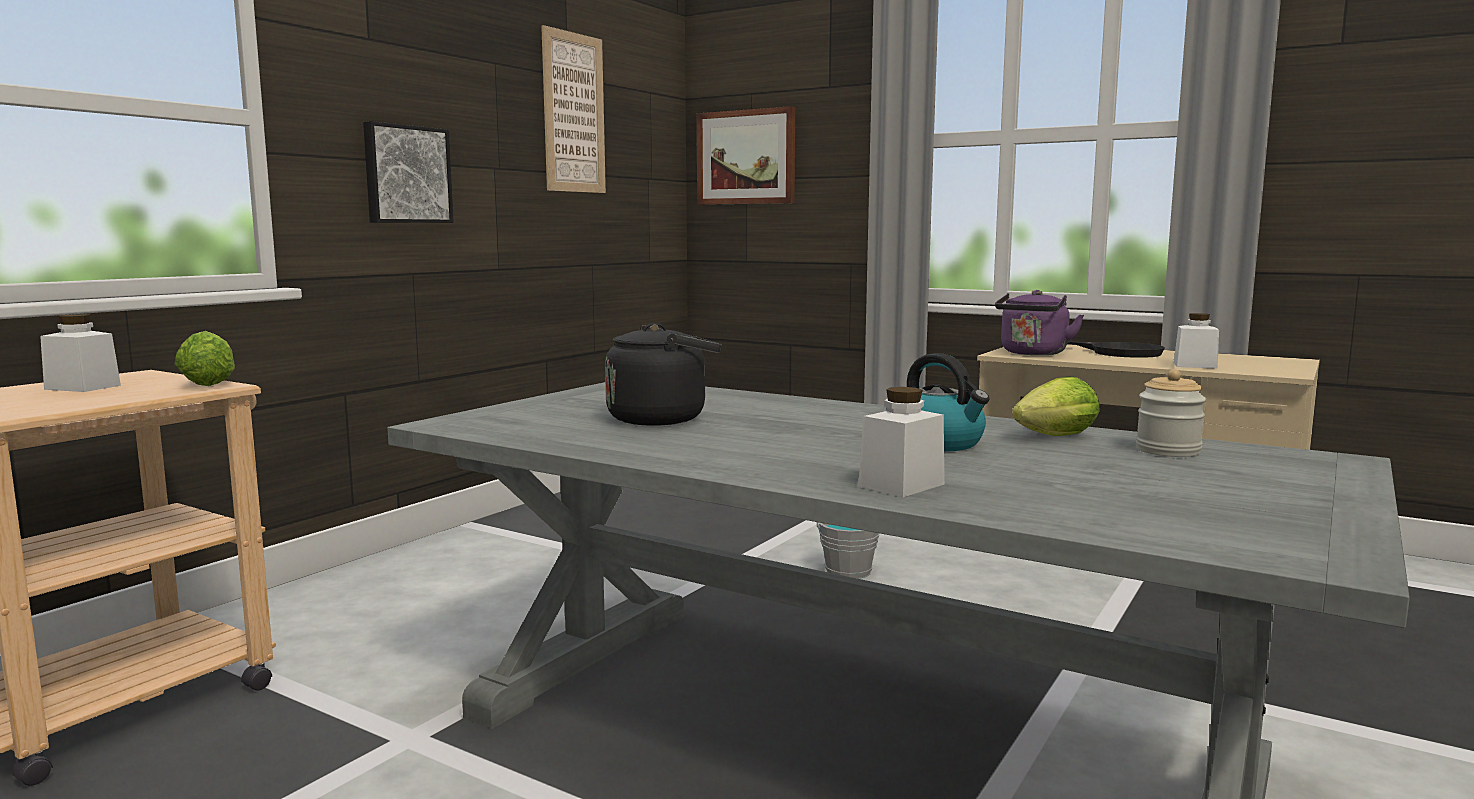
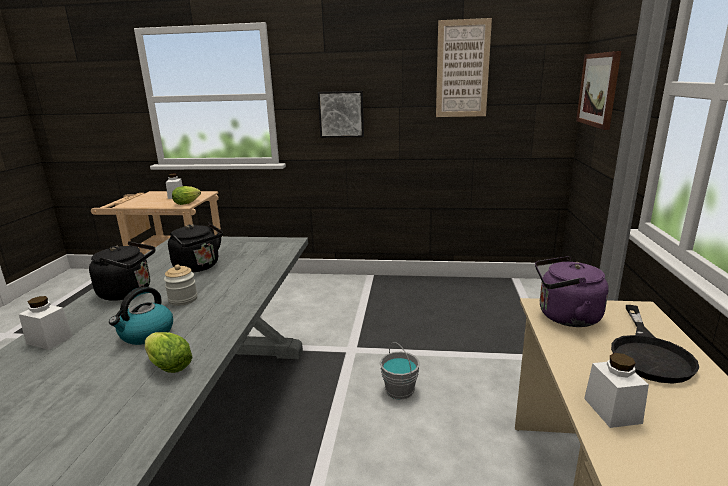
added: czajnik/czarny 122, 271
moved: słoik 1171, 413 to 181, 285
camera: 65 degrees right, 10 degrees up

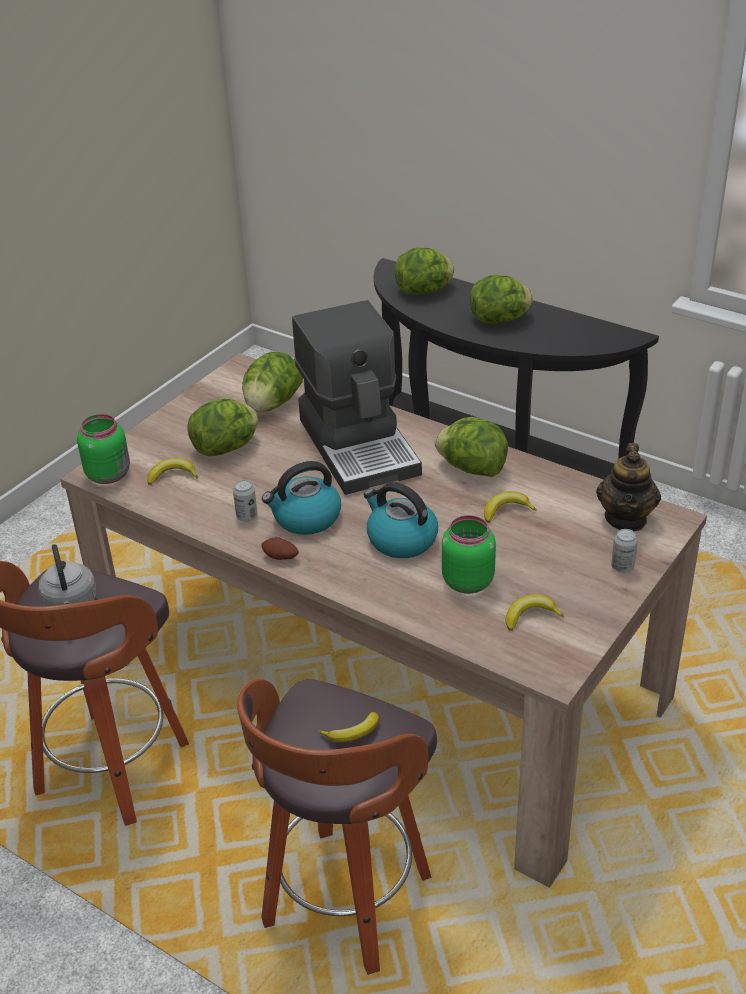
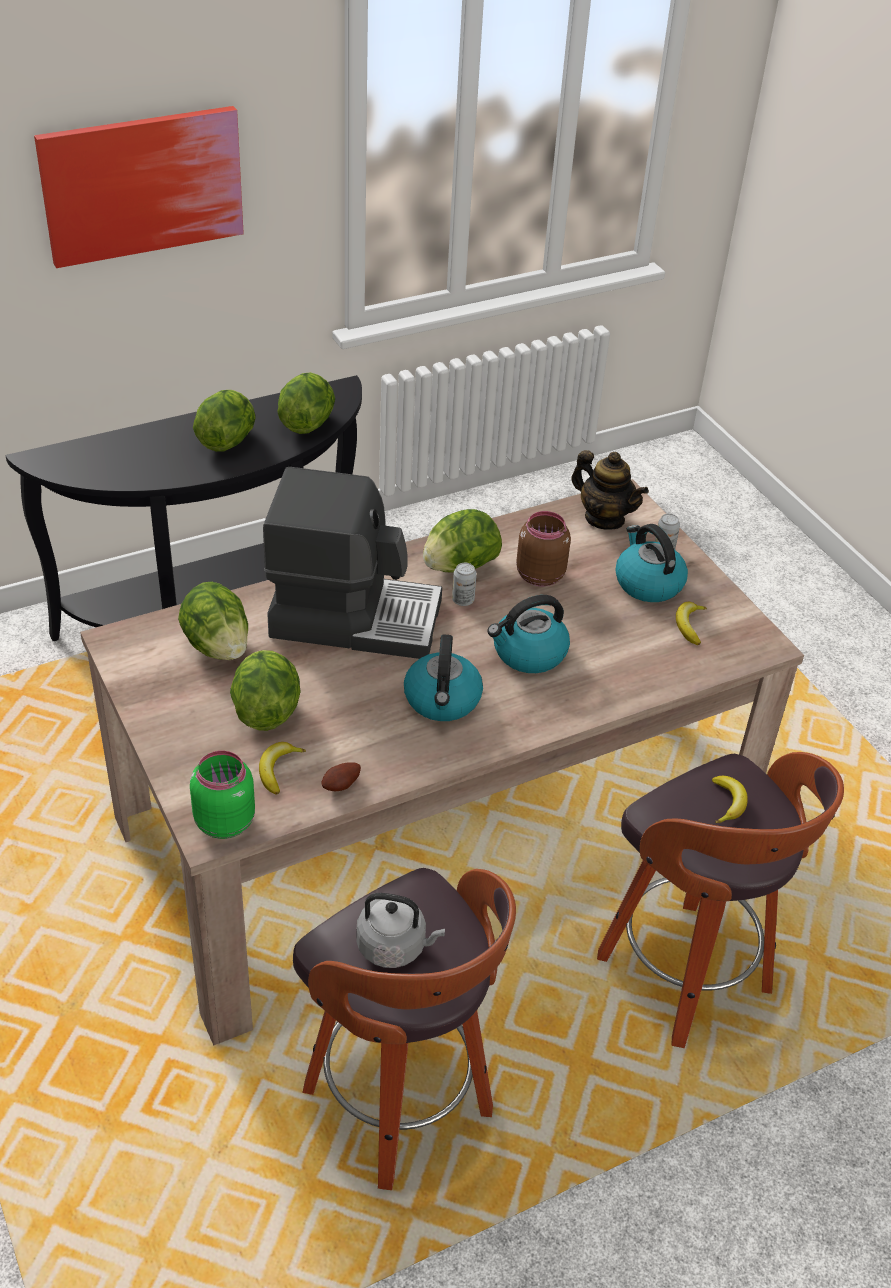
removed: słoik/zielony 469, 554
added: obraz 139, 187; czajnik 651, 563
moved: sałata 424, 270 to 306, 403; puszka 245, 501 to 464, 584; ziemniak 280, 548 to 341, 776
replaced: banan 510, 507 to słoik/brązowy 543, 548
camera: 65 degrees left, 5 degrees up

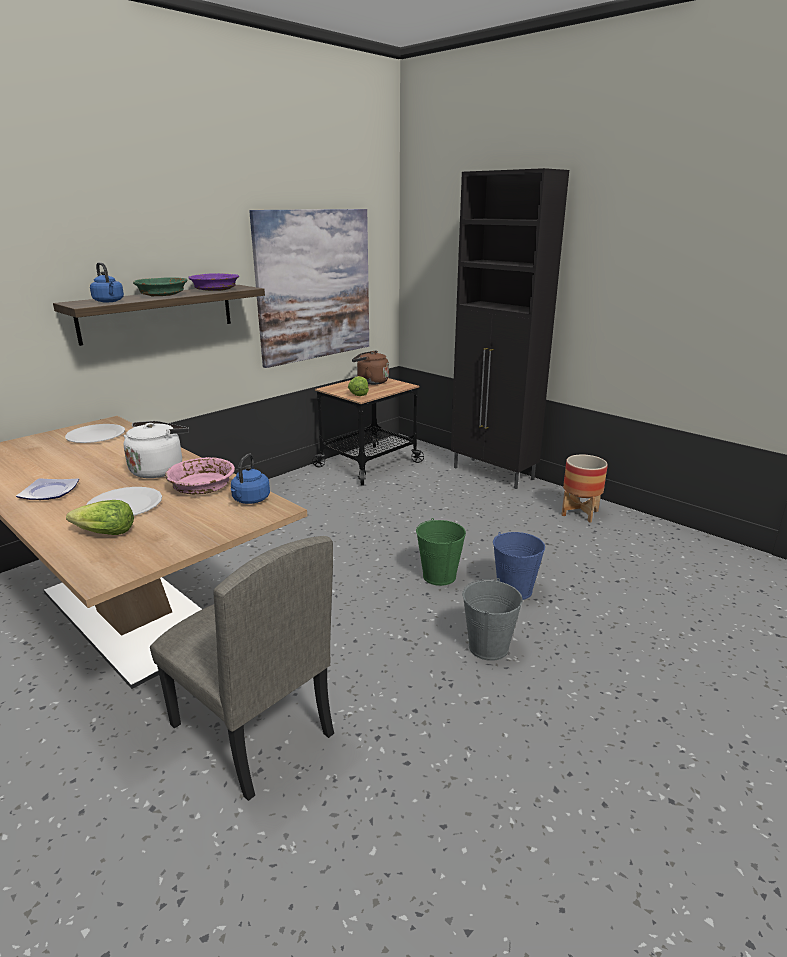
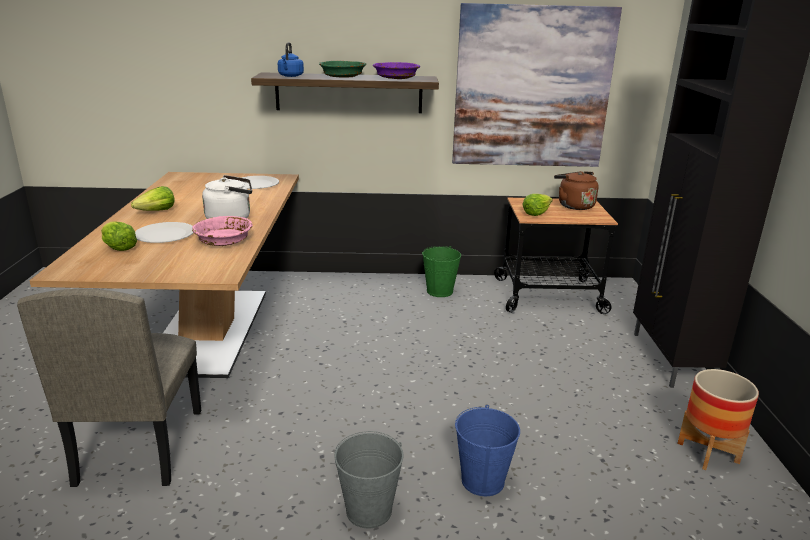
removed: czajnik/niebieski 250, 479
moved: wiadro/zielony 441, 552 to 441, 271
replaced: talerz 47, 489 to sałata 153, 198
camera: 45 degrees right, 0 degrees up

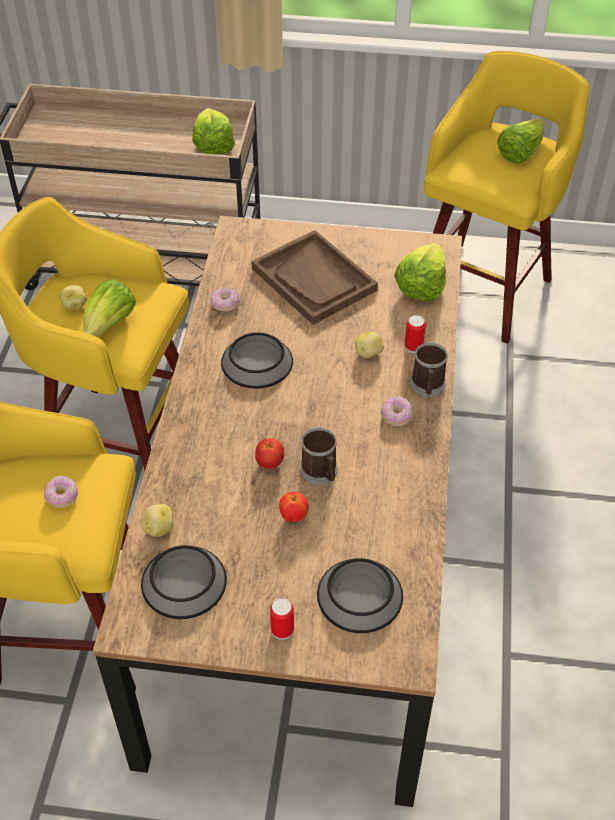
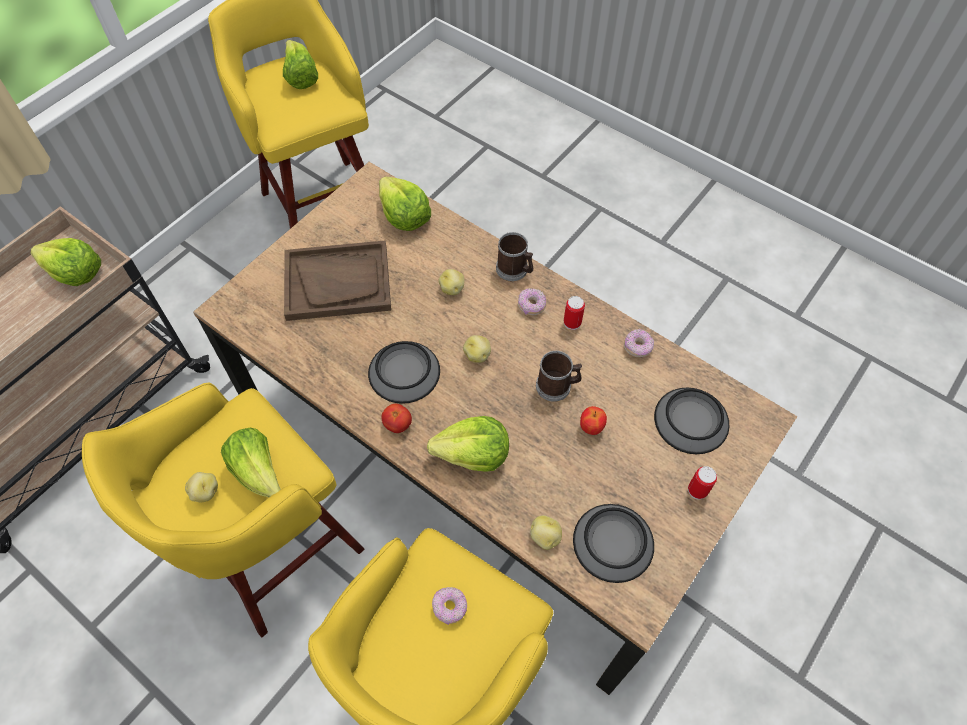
added: ziemniak 477, 349; sałata 468, 444
moved: donut 225, 300 to 639, 343; puszka 415, 334 to 574, 313; pomidor 269, 453 to 396, 418
camera: 60 degrees left, 10 degrees up

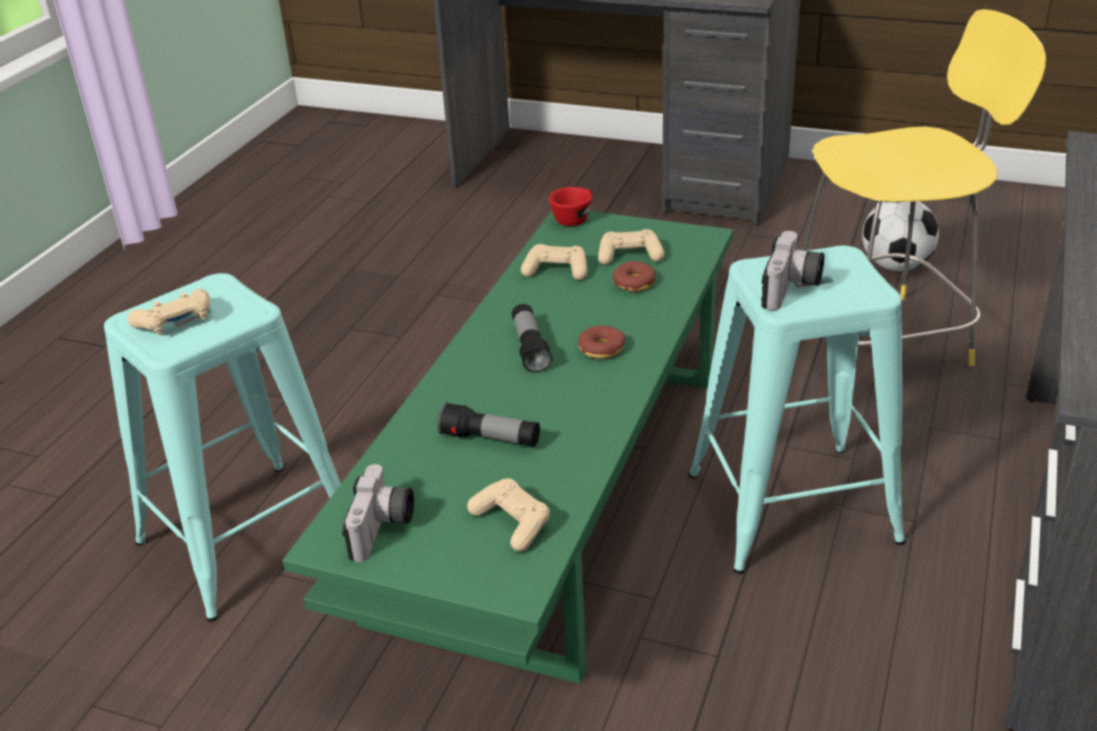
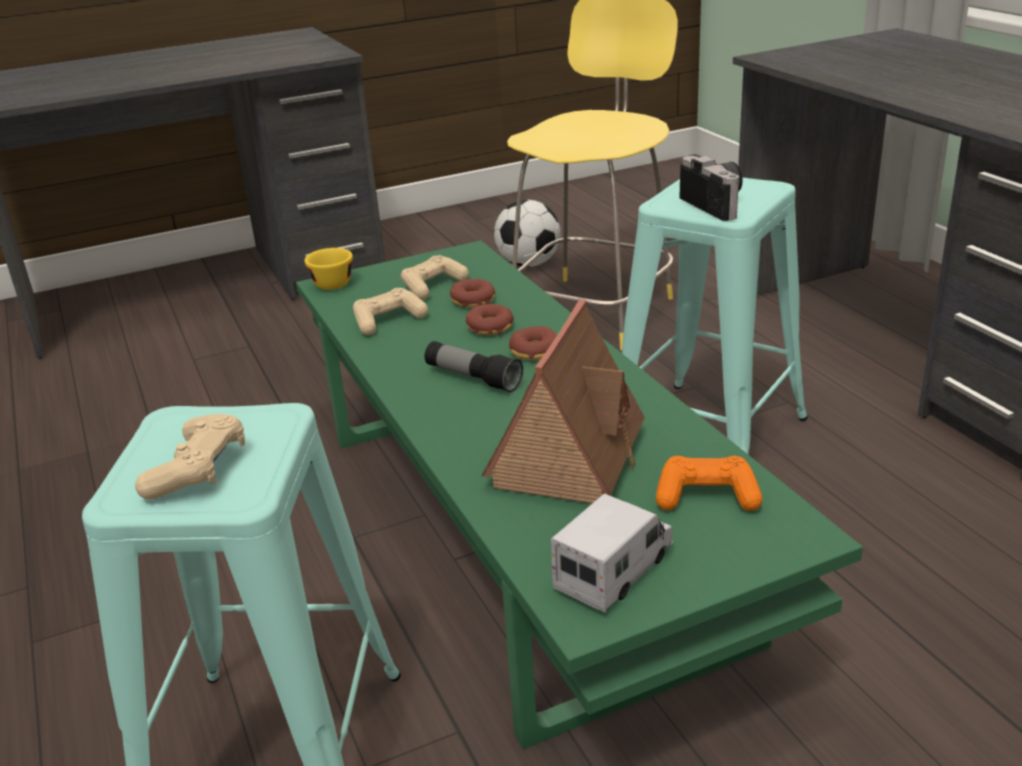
added: donut 490, 319
replaced: latarka 488, 424 to domek 563, 402; aparat fotograficzny 378, 513 to ciężarówka zabawkowa 612, 553
recoloured: filiżanka/czerwony 570, 206 to filiżanka/żółty 328, 269; pad do gier/beżowy 508, 514 to pad do gier/pomarańczowy 709, 483
camera: 45 degrees left, 5 degrees down

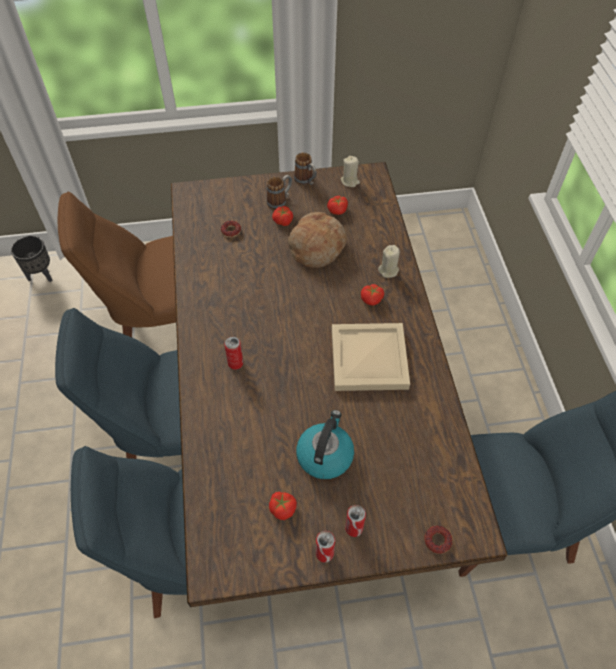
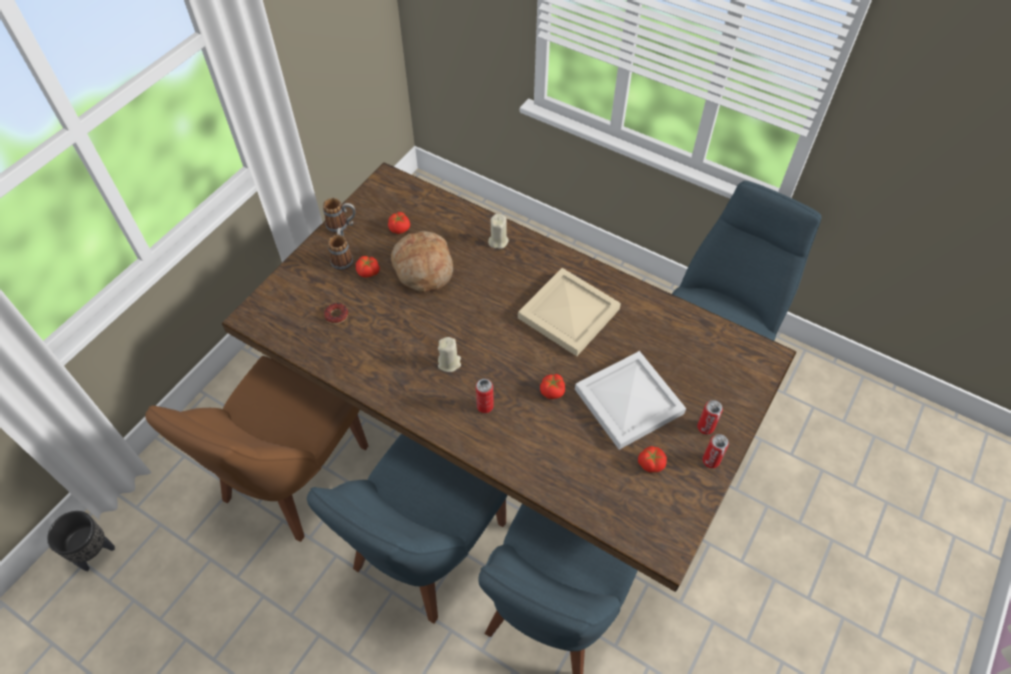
removed: donut 438, 540
moved: świeca/beżowy 350, 171 to 449, 354; pomidor 372, 295 to 552, 386
replaced: czajnik 325, 444 to taca/biały 630, 400
camera: 50 degrees left, 0 degrees up

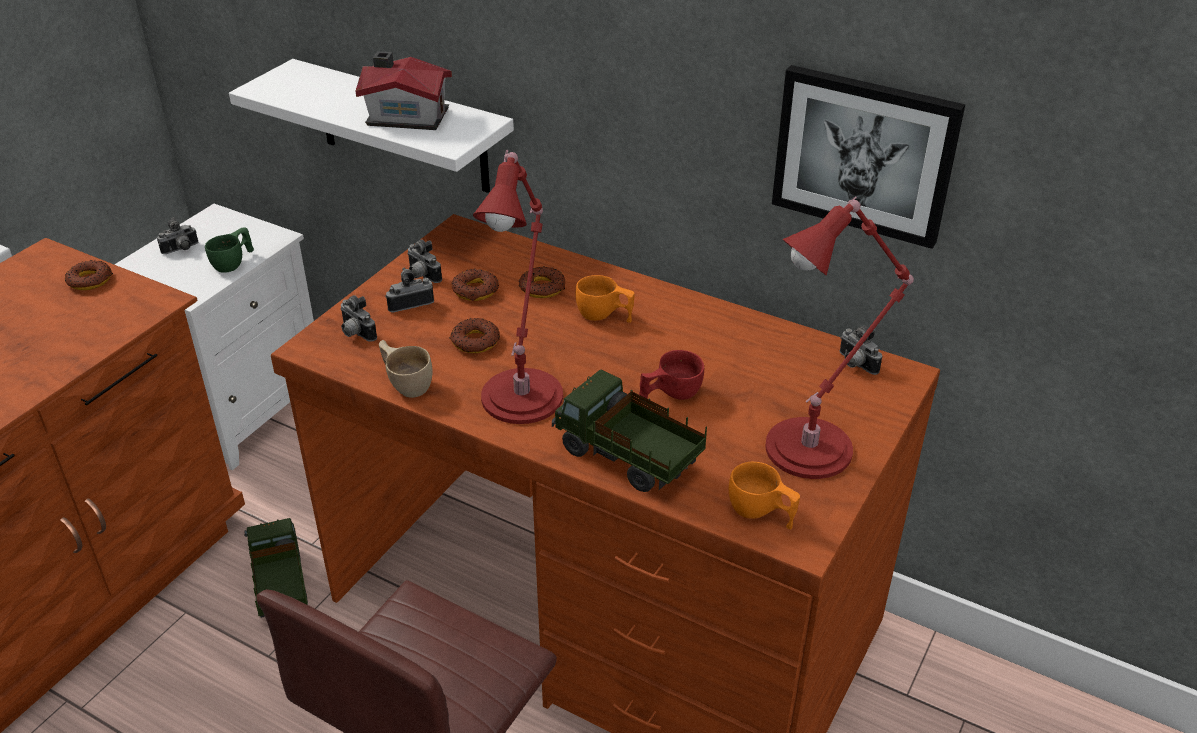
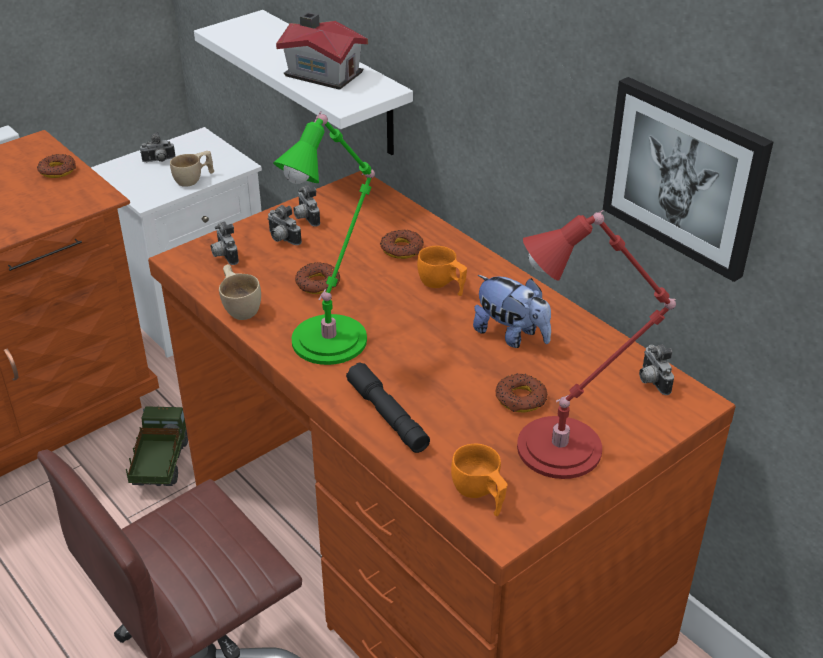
removed: filiżanka/czerwony 671, 375
added: pluszak 512, 311
moved: donut 475, 285 to 521, 393
replaced: ciężarówka zabawkowa 629, 431 to latarka/czarny 388, 407
recoloured: lampa stołowa/czerwony 518, 287 to lampa stołowa/zielony 324, 238; filiżanka/zielony 229, 250 to filiżanka/beżowy 192, 169
turned: aparat fotograficzny 409, 290 = 284, 225 135 degrees counterclockwise
camera: 20 degrees right, 0 degrees up

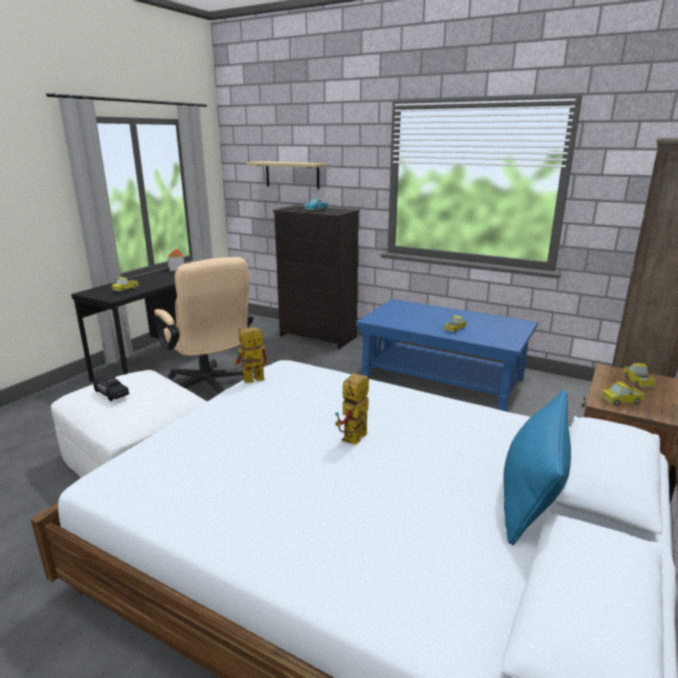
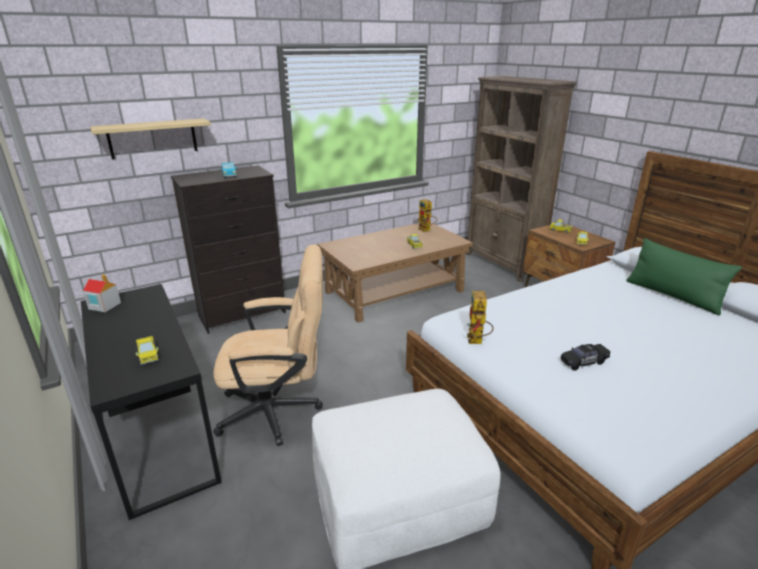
moved: robot zabawkowy 352, 409 to 427, 215; samochodzik/czarny 111, 388 to 585, 357
recoloured: ława/niebieski 447, 355 to ława/brązowy 395, 272; poduszka/niebieski 537, 467 to poduszka/zielony 684, 276
camera: 60 degrees left, 5 degrees up

